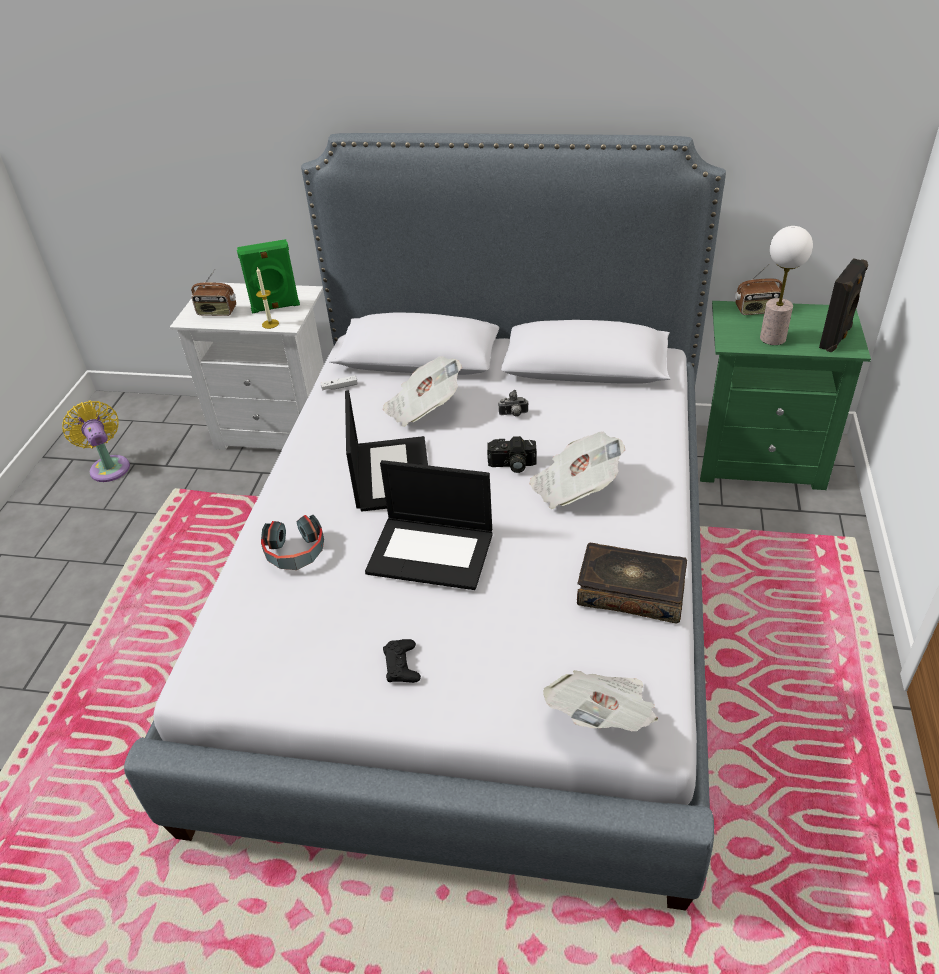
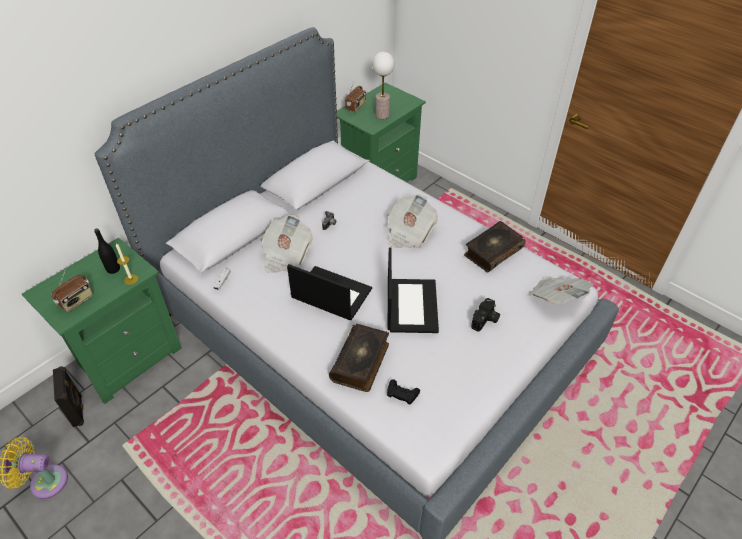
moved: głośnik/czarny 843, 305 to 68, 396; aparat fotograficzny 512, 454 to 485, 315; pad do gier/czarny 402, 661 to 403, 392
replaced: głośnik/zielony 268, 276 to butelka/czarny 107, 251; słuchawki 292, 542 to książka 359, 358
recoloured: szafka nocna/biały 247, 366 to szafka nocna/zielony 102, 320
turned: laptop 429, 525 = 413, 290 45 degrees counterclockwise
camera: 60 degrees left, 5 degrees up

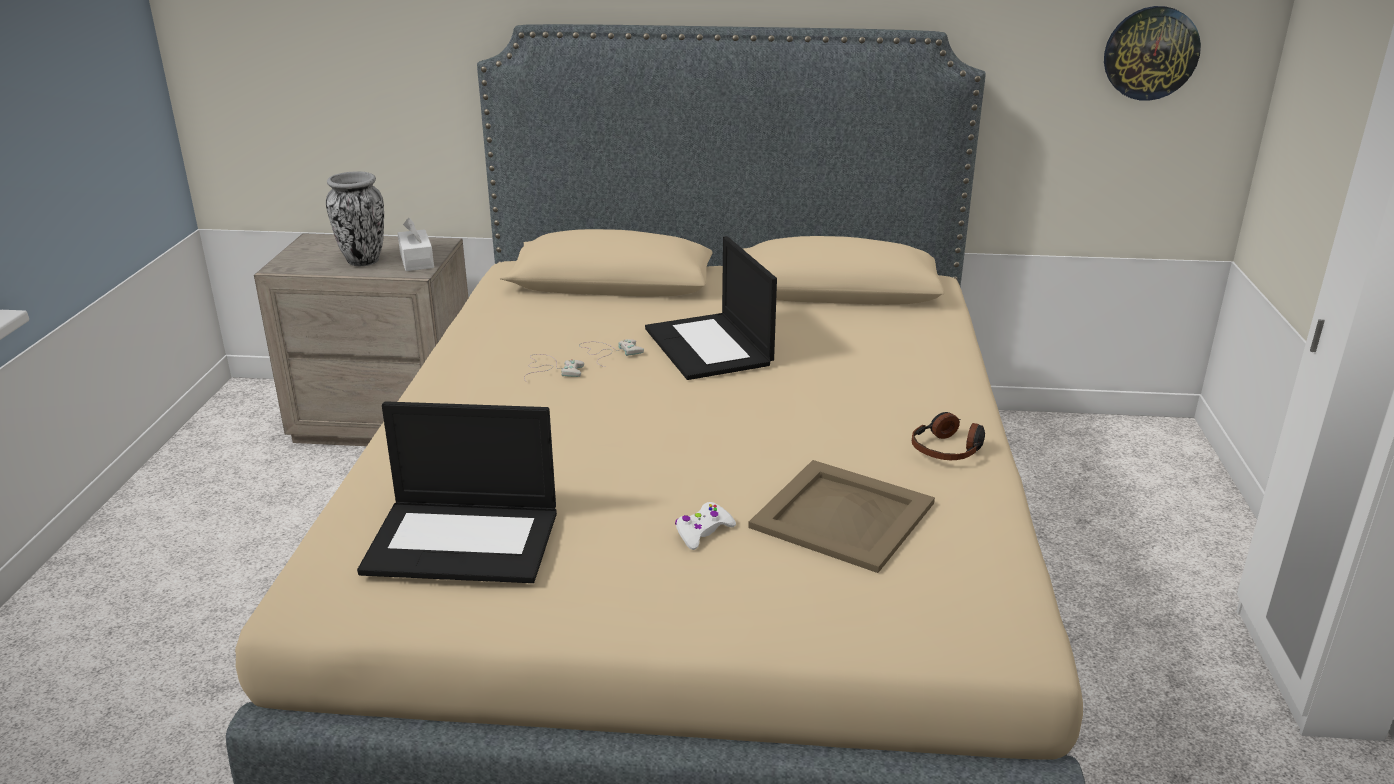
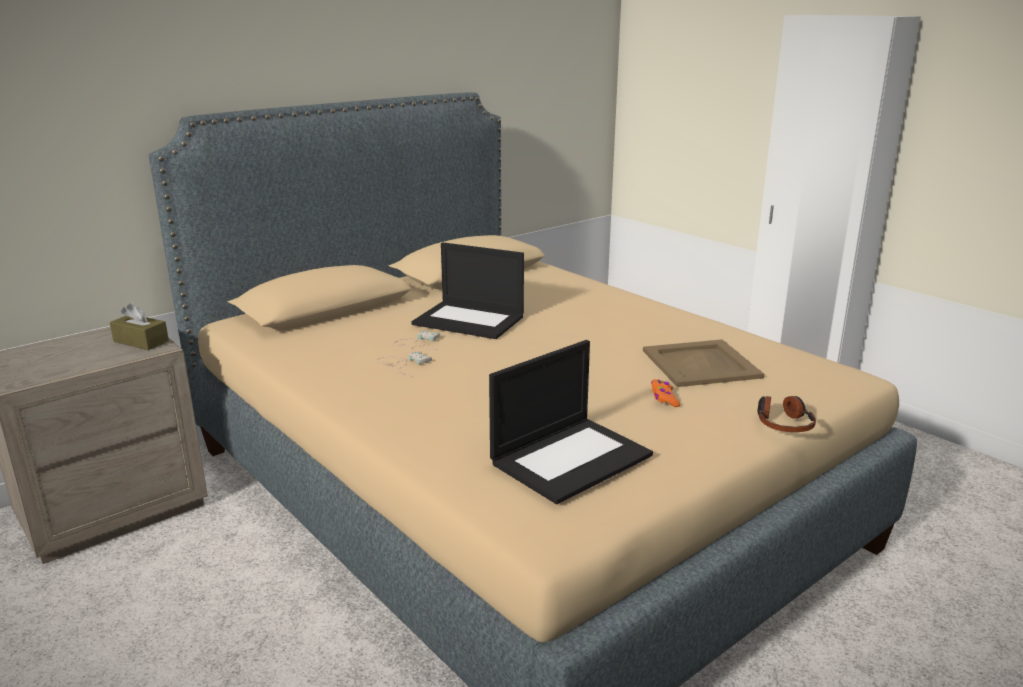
removed: zegar ścienny 1152, 53; wazon 355, 218
moved: słuchawki 948, 436 to 786, 414
recoloured: pudełko chusteczek/biały 415, 244 to pudełko chusteczek/brązowy 139, 326; pad do gier/biały 705, 526 to pad do gier/pomarańczowy 665, 393
camera: 45 degrees left, 5 degrees down

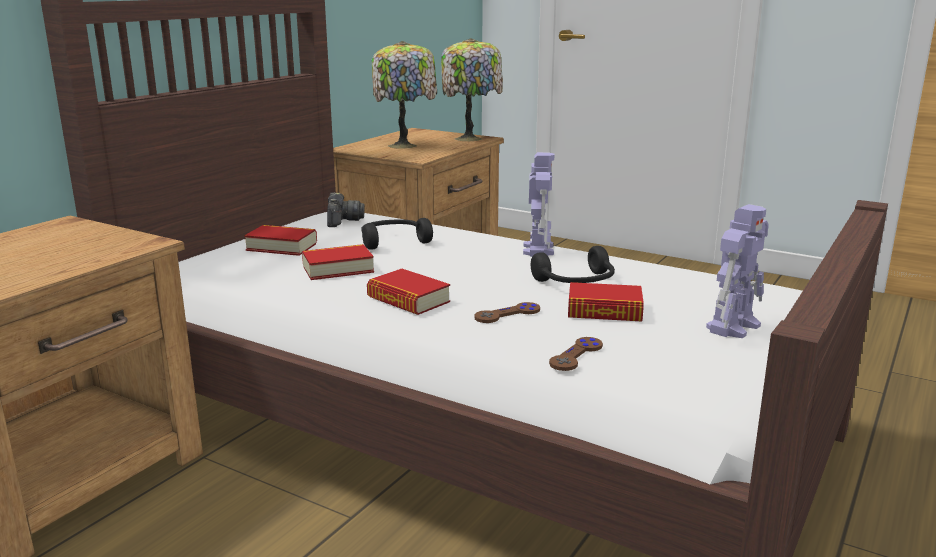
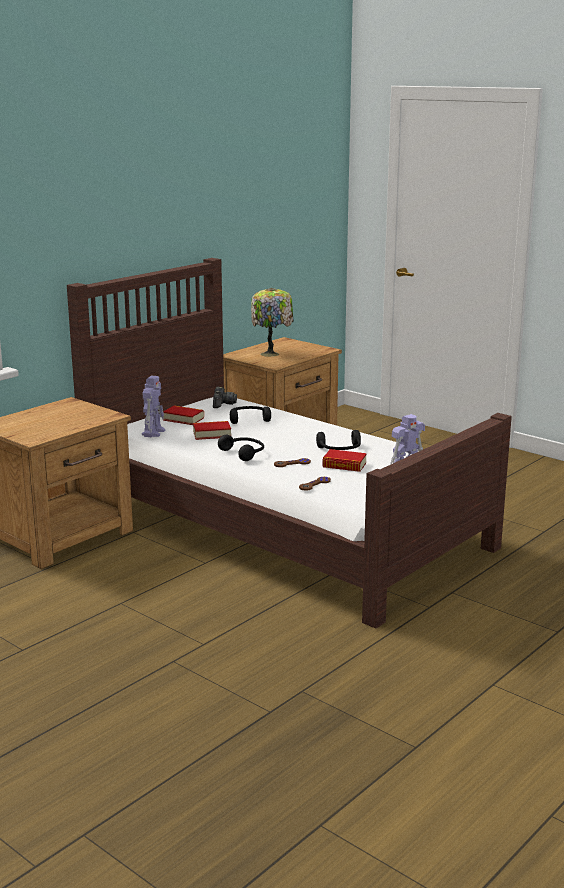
removed: lampa stołowa 472, 89
moved: robot zabawkowy 538, 204 to 153, 406
replaced: książka 408, 292 to słuchawki/czarny 241, 448
camera: 10 degrees right, 0 degrees up

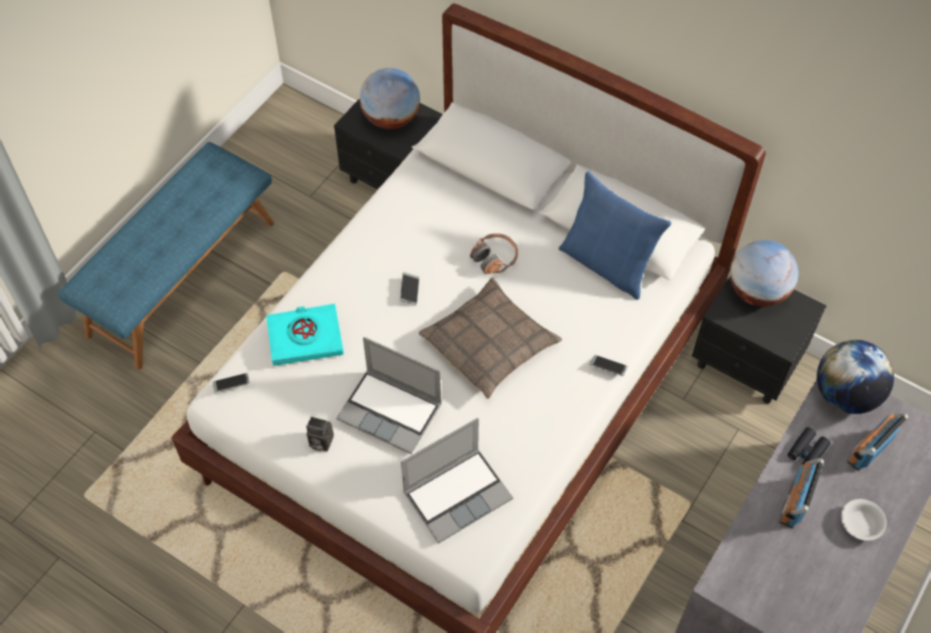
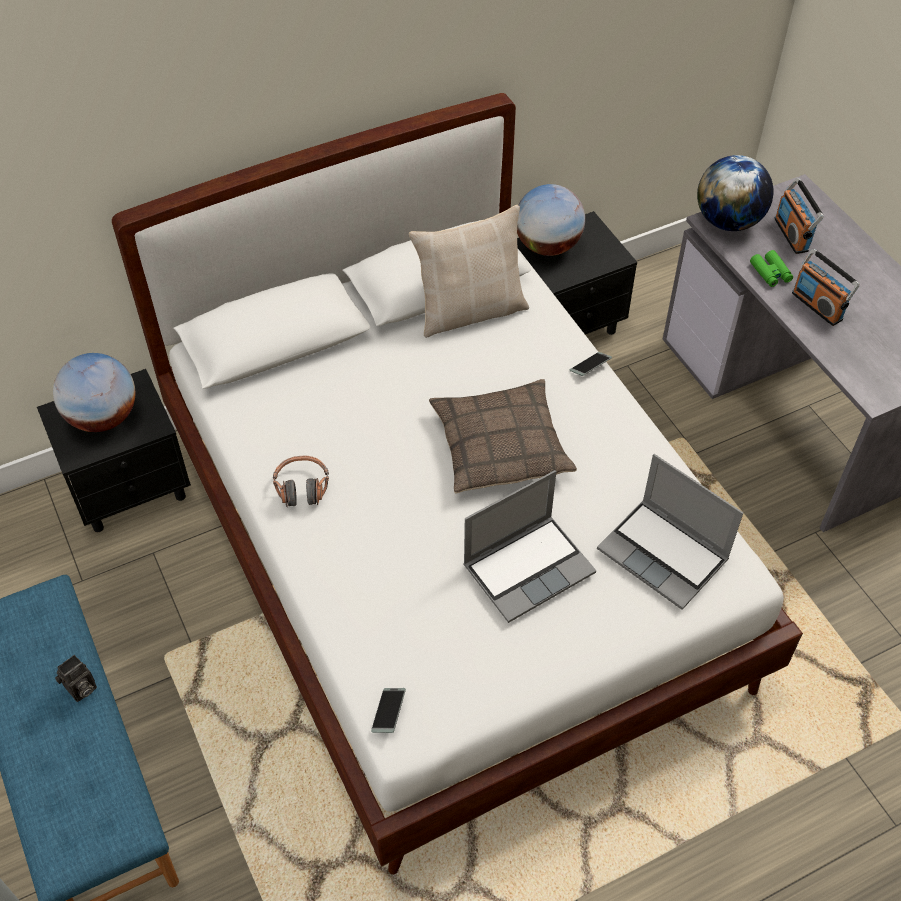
removed: telefon 409, 288; książka/turkusowy 305, 335; miska/biały 864, 520
moved: słuchawki 494, 253 to 301, 481; aparat fotograficzny 320, 434 to 76, 678
recoloured: poduszka/niebieski 615, 235 to poduszka/beżowy 469, 271; lornetka/czarny 809, 445 to lornetka/zielony 771, 268
turned: laptop 457, 481 = 670, 532 135 degrees clockwise
camera: 60 degrees left, 5 degrees down

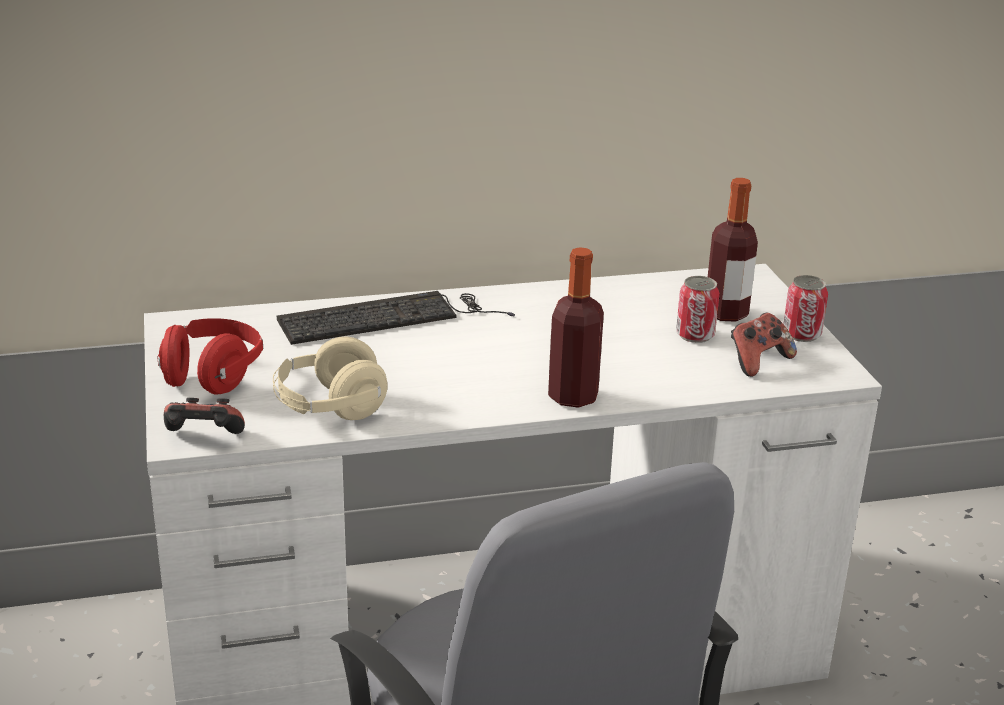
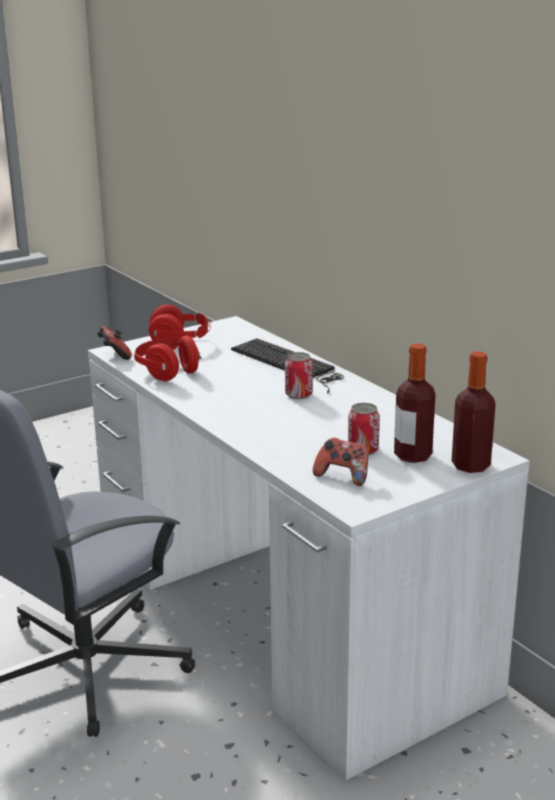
moved: butelka 576, 327 to 474, 412; puszka 805, 308 to 299, 375
recoloured: słuchawki/beżowy 330, 378 to słuchawki/czerwony 167, 358
camera: 70 degrees right, 5 degrees down

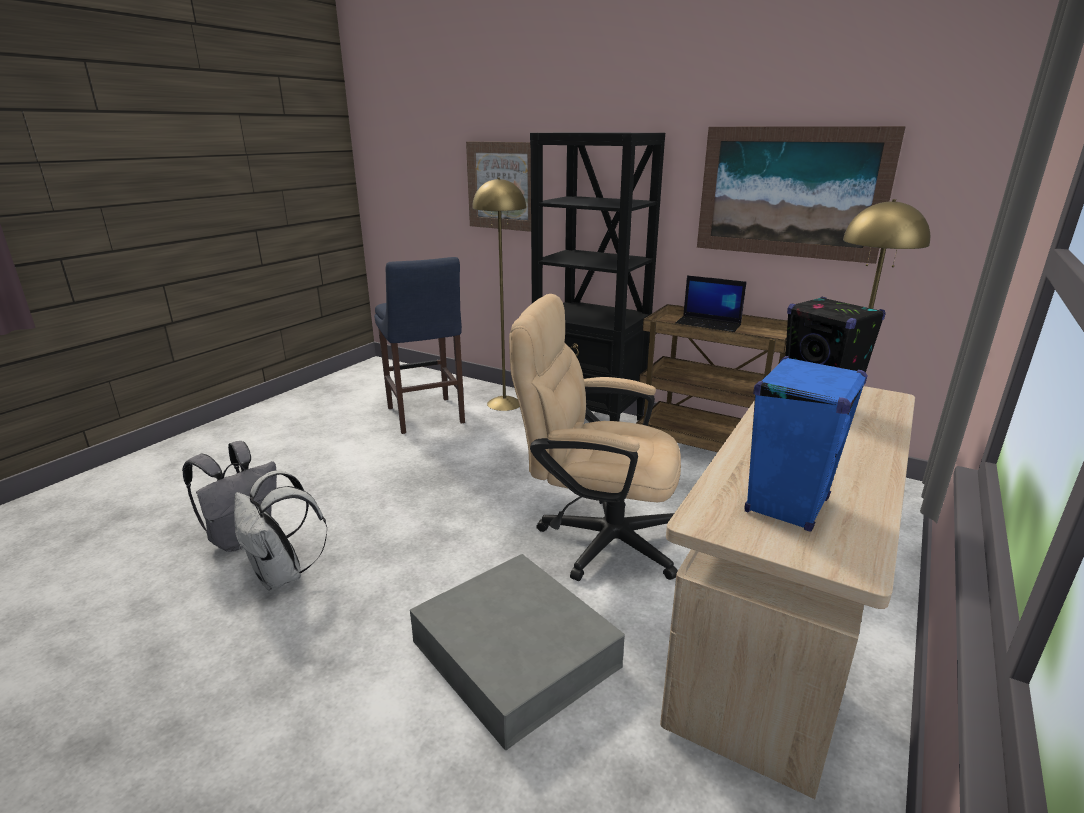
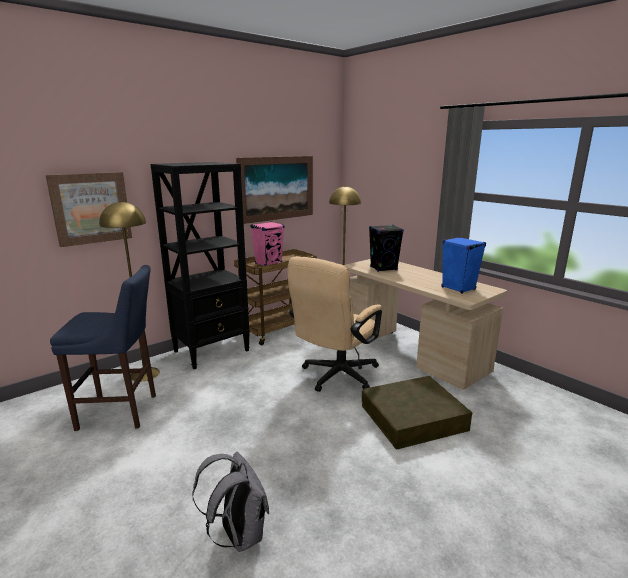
removed: plecak/biały 281, 530
replaced: laptop 710, 303 to głośnik/różowy 267, 243
recoloured: pojemnik do przechowywania/szary 517, 652 to pojemnik do przechowywania/brązowy 417, 413
camera: 70 degrees left, 5 degrees down

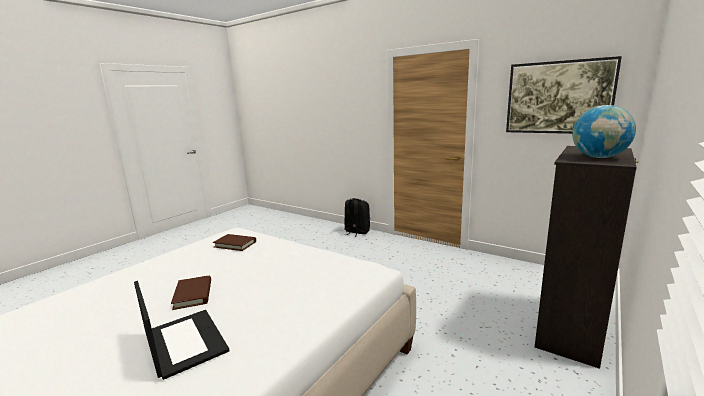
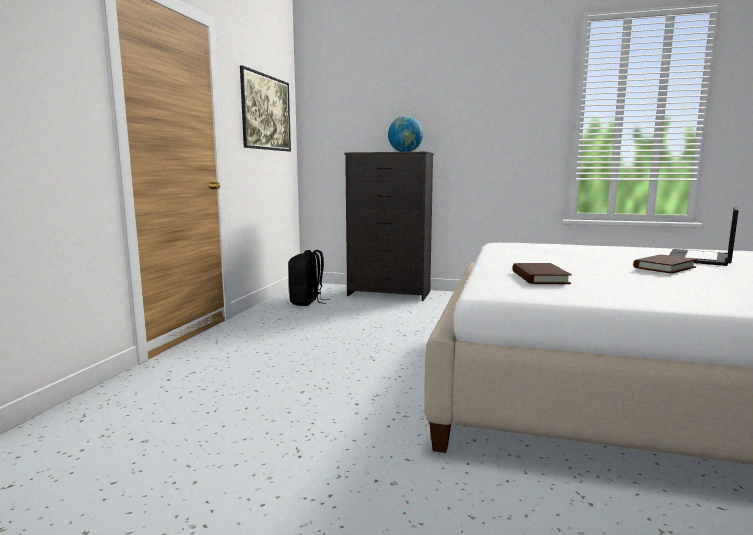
moved: plecak/czarny 357, 217 to 309, 278
camera: 110 degrees left, 5 degrees down

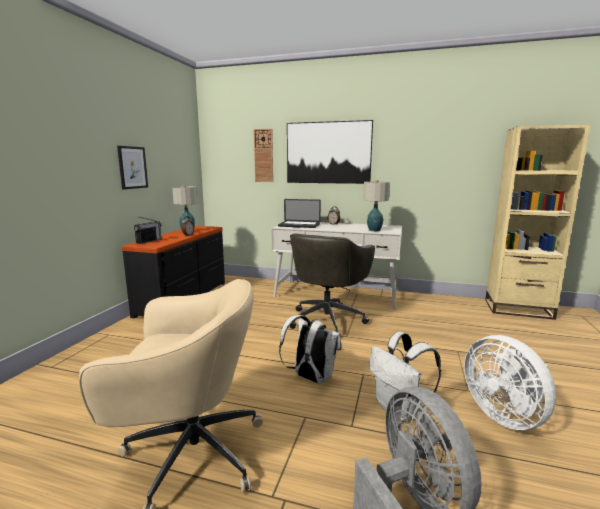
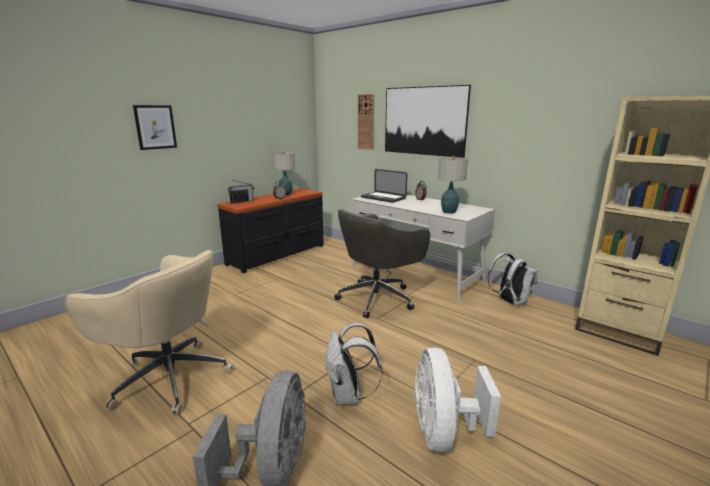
moved: obraz 132, 167 to 155, 127; plecak/biały 310, 349 to 513, 279
camera: 25 degrees right, 5 degrees up

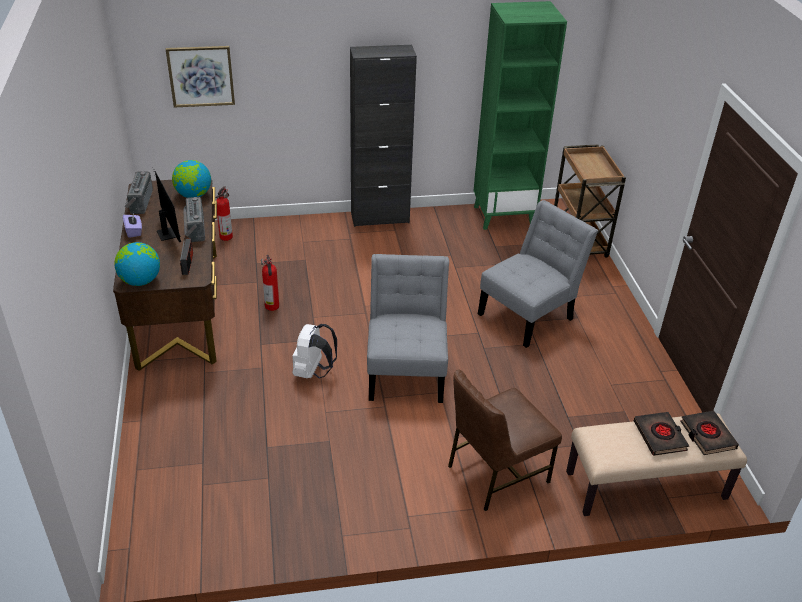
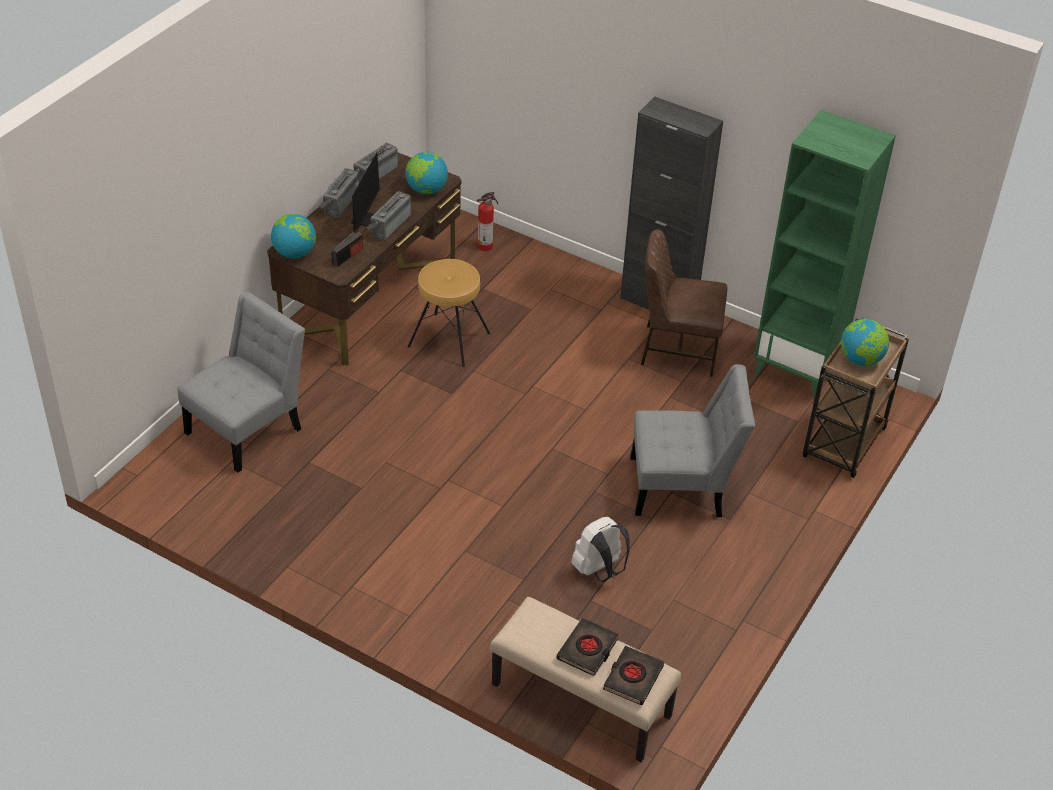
removed: obraz 200, 77
added: globus 865, 342
moved: krzesło/szary 408, 328 to 241, 382; plecak/biały 314, 351 to 600, 549; krzesło/brązowy 505, 440 to 684, 303
replaced: pudełko chusteczek/fioletowy 132, 225 to radio 339, 193; gaśnica 270, 283 to stołek/brązowy 449, 313
camera: 40 degrees right, 5 degrees up

